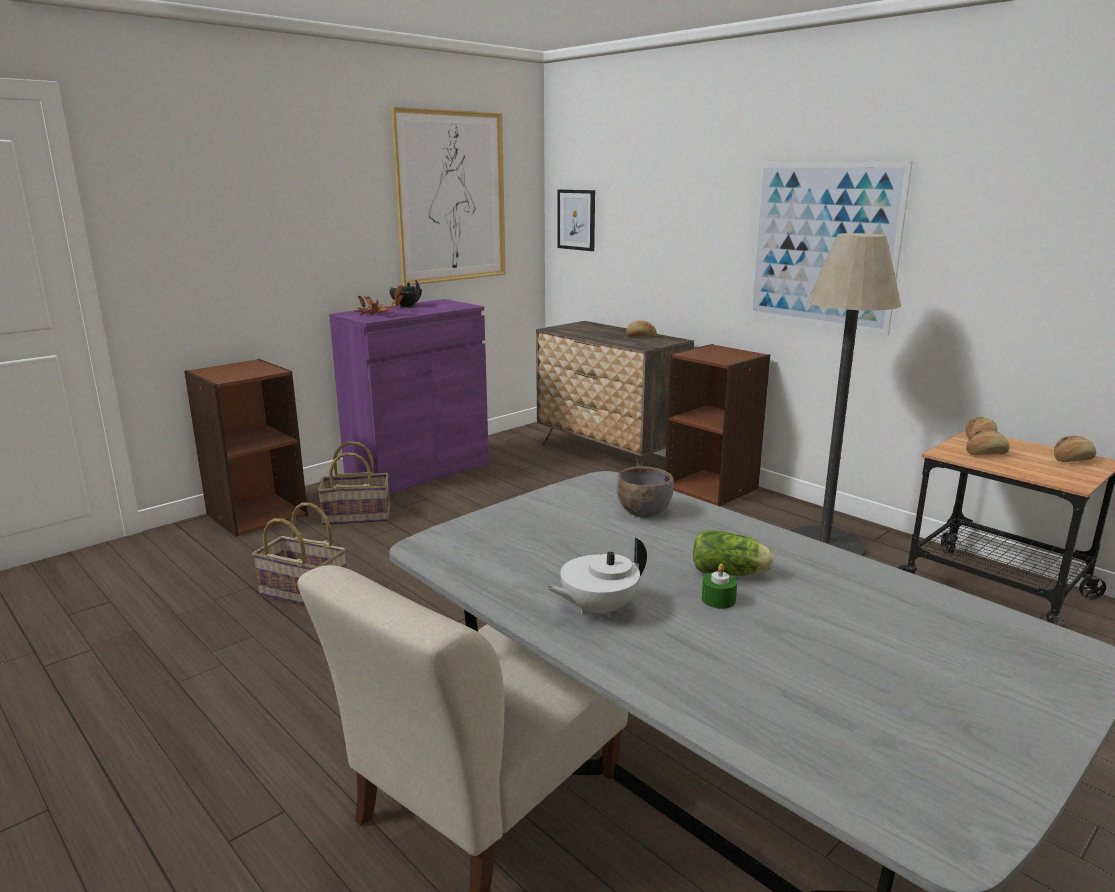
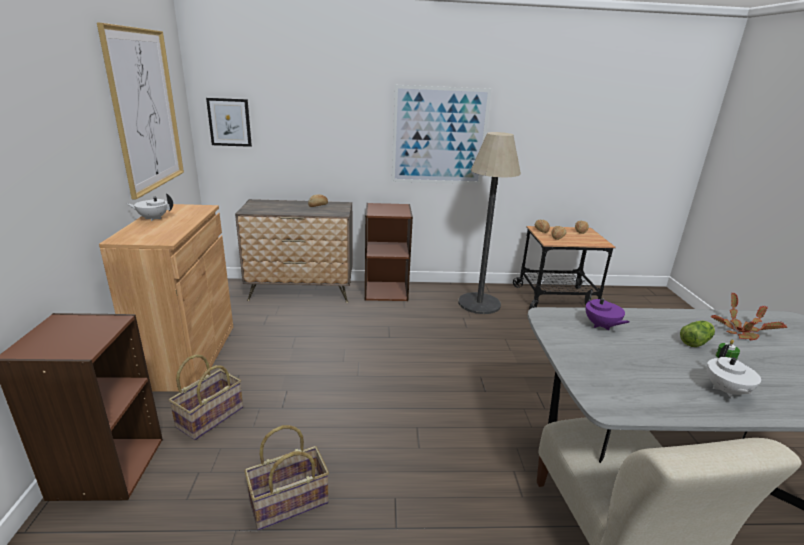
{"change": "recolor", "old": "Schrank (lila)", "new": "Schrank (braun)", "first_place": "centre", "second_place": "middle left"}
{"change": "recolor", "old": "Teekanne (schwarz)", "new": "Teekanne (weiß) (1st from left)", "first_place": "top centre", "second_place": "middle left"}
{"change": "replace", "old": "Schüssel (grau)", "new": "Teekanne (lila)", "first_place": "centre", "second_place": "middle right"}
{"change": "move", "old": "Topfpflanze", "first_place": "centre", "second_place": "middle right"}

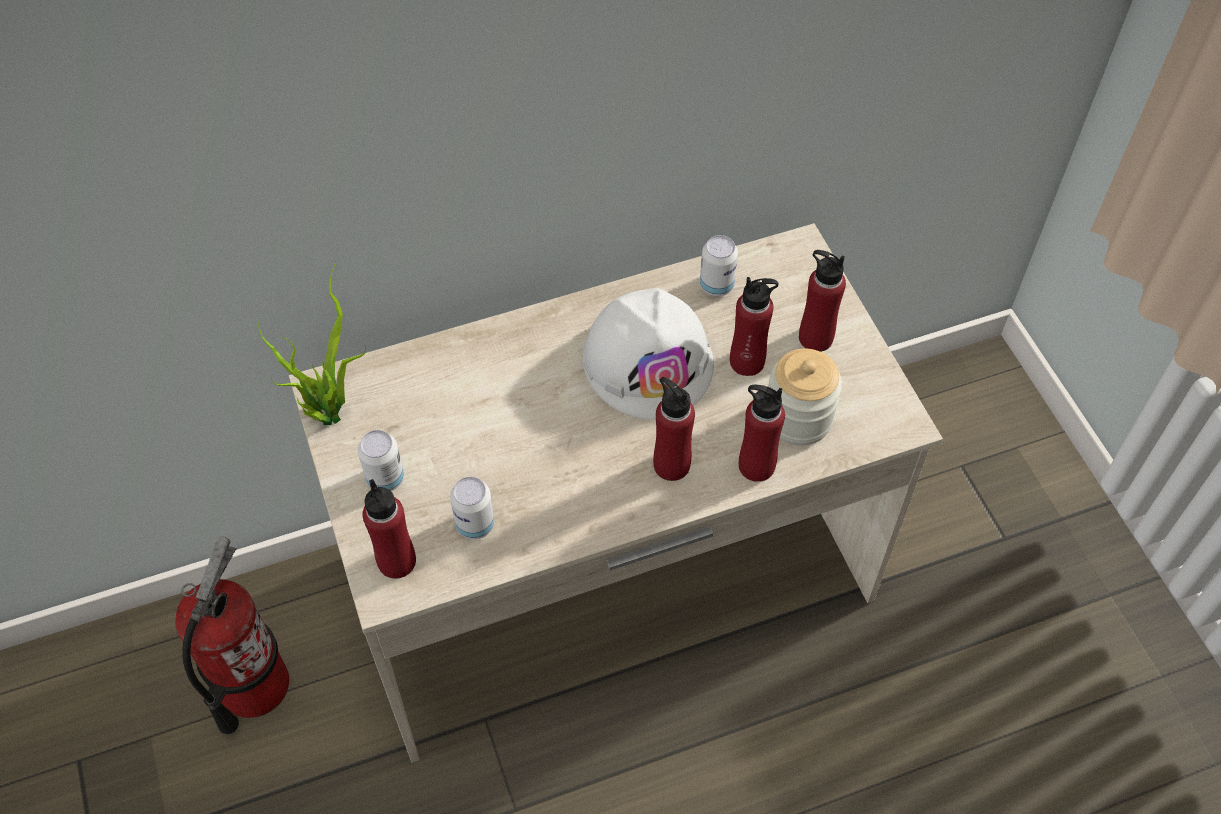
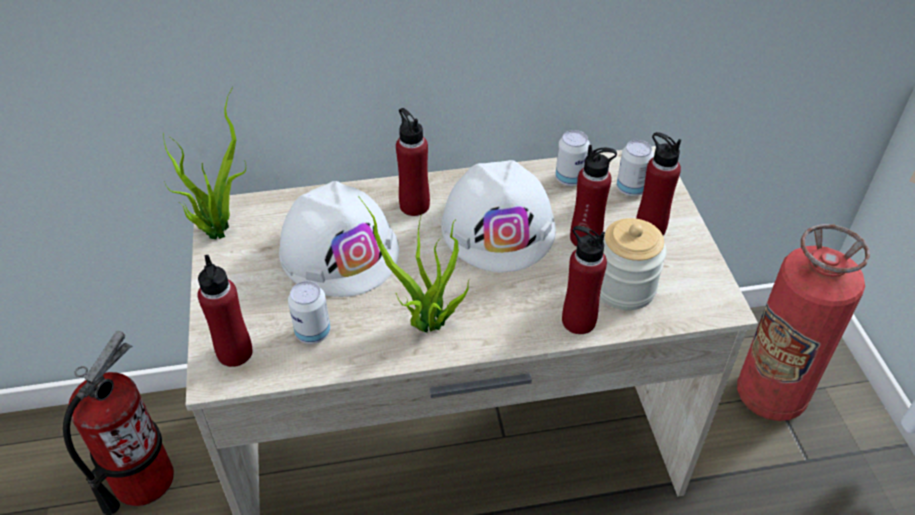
{"change": "insert", "new": "Schutzhelm (weiß) (1st from left)", "second_place": "centre"}
{"change": "insert", "new": "Topfpflanze (2nd from left)", "second_place": "centre"}
{"change": "move", "old": "Flasche (rot) (2nd from left)", "first_place": "centre", "second_place": "top centre"}
{"change": "move", "old": "Dose (1st from left in the first image)", "new": "Dose (3rd from left)", "first_place": "middle left", "second_place": "top right"}
{"change": "insert", "new": "Feuerlöscher (2nd from left)", "second_place": "middle right"}

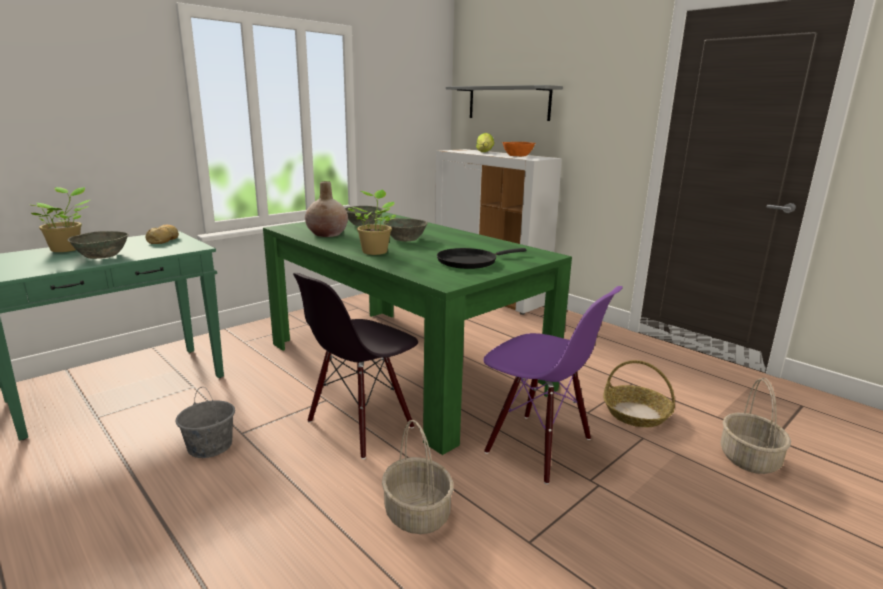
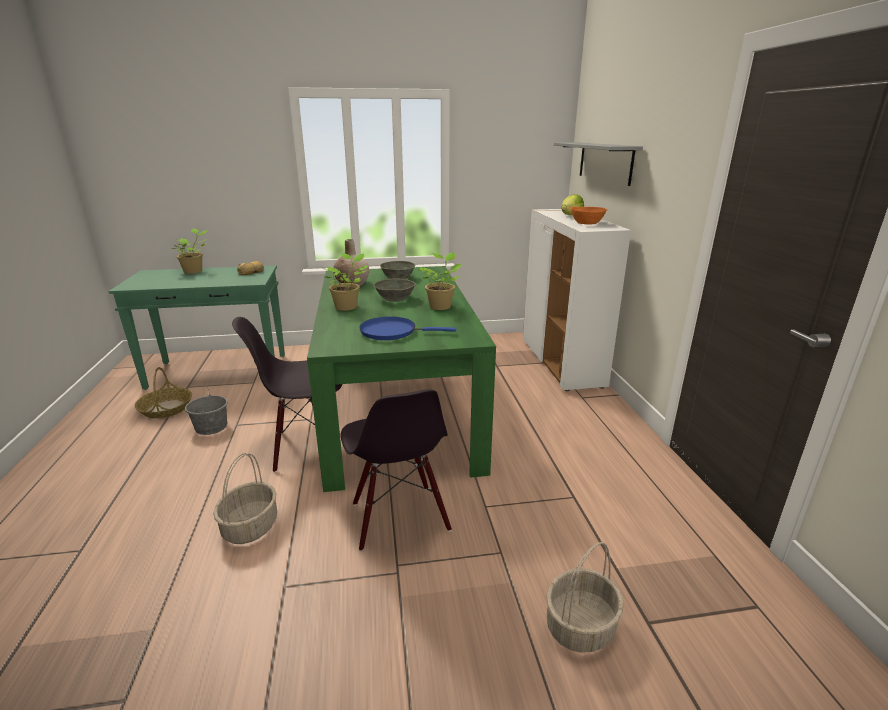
{"change": "move", "old": "Korb (2nd from left in the first image)", "new": "Korb (1st from left)", "first_place": "bottom right", "second_place": "middle left"}
{"change": "recolor", "old": "Stuhl (lila)", "new": "Stuhl (schwarz) (2nd from left)", "first_place": "centre", "second_place": "centre"}
{"change": "recolor", "old": "Pfanne (schwarz)", "new": "Pfanne (blau)", "first_place": "centre", "second_place": "centre"}
{"change": "insert", "new": "Topfpflanze (3rd from left)", "second_place": "centre"}
{"change": "delete", "old": "Schüssel (grau) (1st from left)", "first_place": "middle left"}

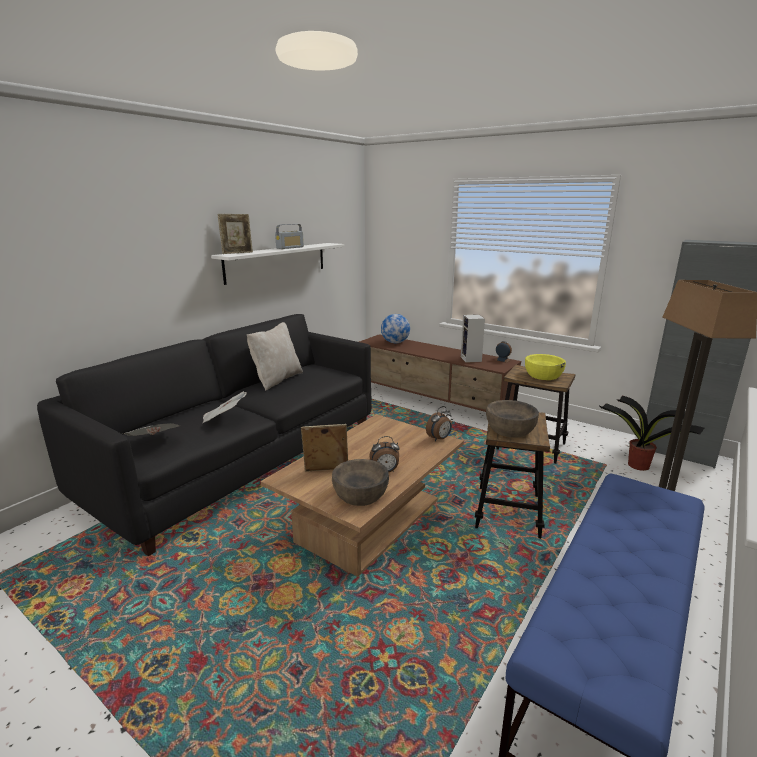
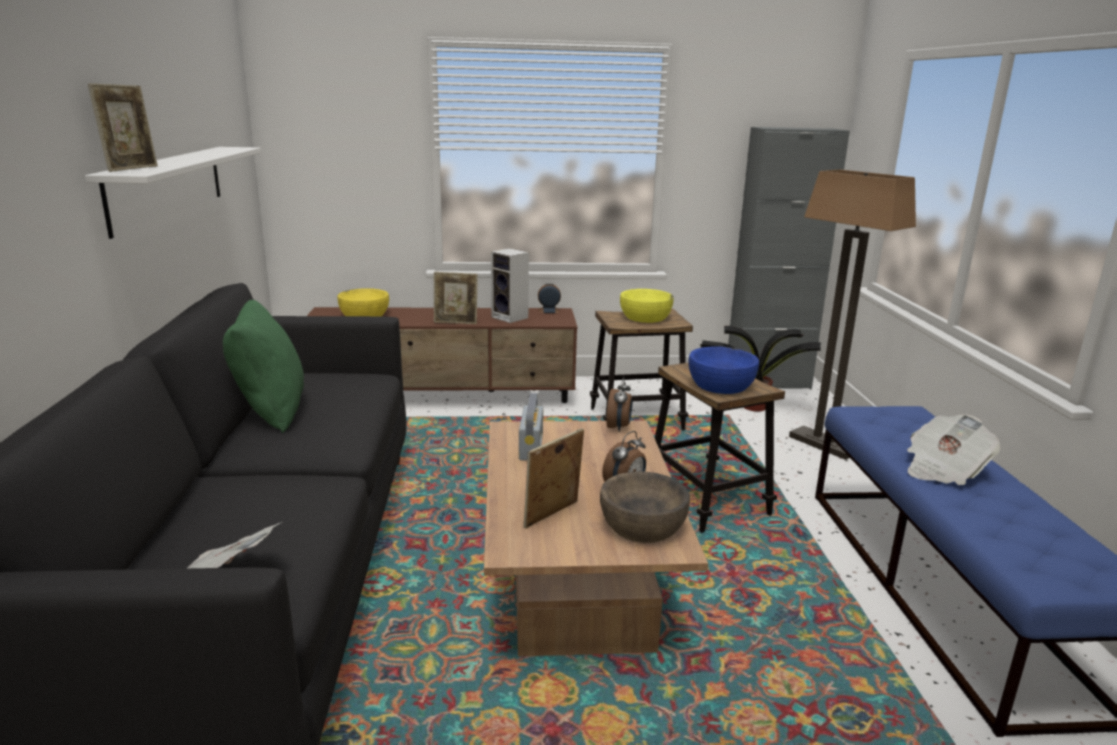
{"change": "recolor", "old": "Kissen (beige)", "new": "Kissen (grün)", "first_place": "centre", "second_place": "middle left"}
{"change": "replace", "old": "Globus", "new": "Schüssel (gelb) (1st from left)", "first_place": "centre", "second_place": "middle left"}
{"change": "insert", "new": "Bilderrahmen (2nd from left)", "second_place": "centre"}
{"change": "move", "old": "Radio", "first_place": "top centre", "second_place": "centre"}
{"change": "recolor", "old": "Schüssel (braun) (2nd from left)", "new": "Schüssel (blau)", "first_place": "middle right", "second_place": "centre"}
{"change": "move", "old": "Zeitung (2nd from left)", "first_place": "middle left", "second_place": "middle right"}

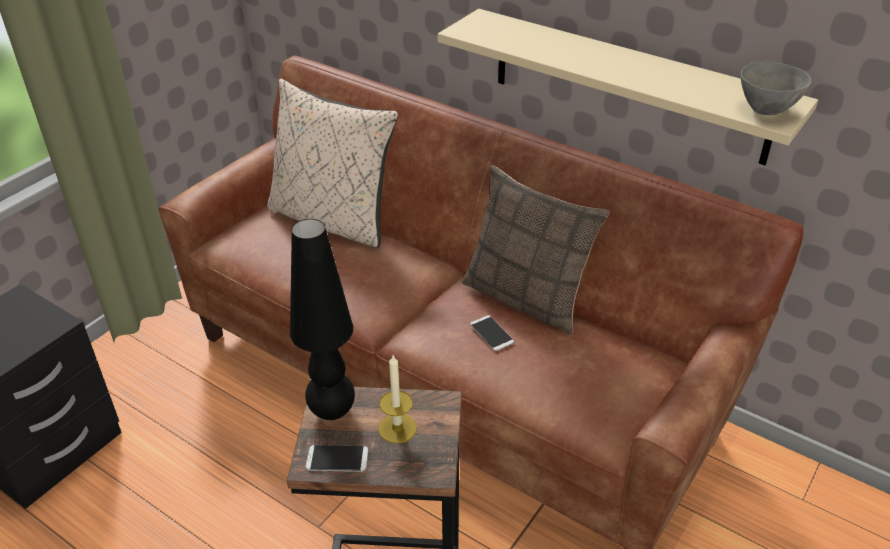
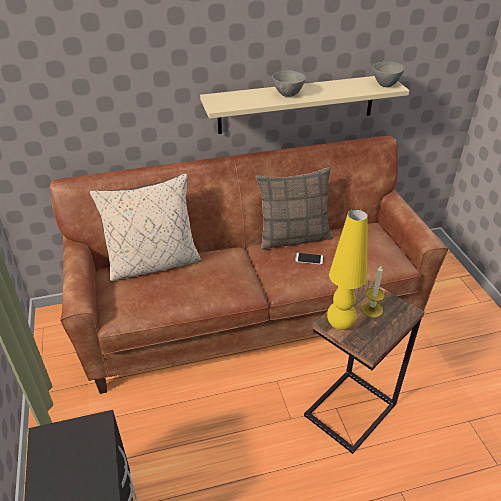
{"change": "insert", "new": "Schüssel (grau) (1st from left)", "second_place": "top centre"}
{"change": "recolor", "old": "Tischlampe (schwarz)", "new": "Tischlampe (gelb)", "first_place": "centre", "second_place": "middle right"}
{"change": "delete", "old": "Handy (1st from left)", "first_place": "bottom centre"}

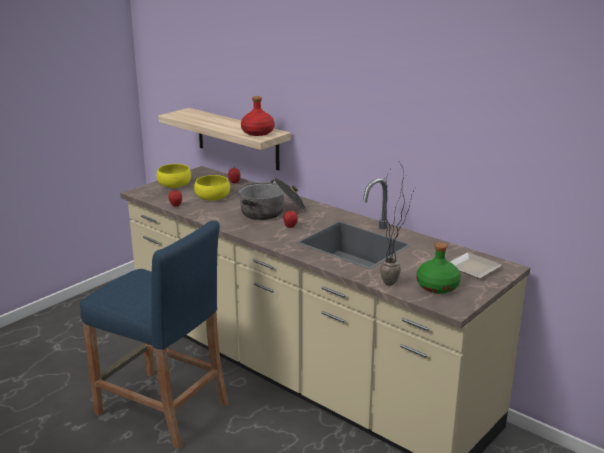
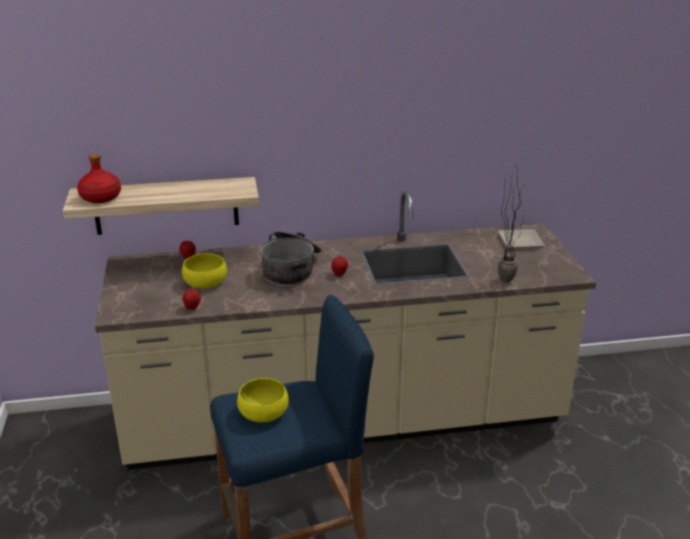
{"change": "move", "old": "Flasche (rot)", "first_place": "top centre", "second_place": "top left"}
{"change": "move", "old": "Schüssel (gelb) (1st from left in the first image)", "new": "Schüssel (gelb) (2nd from left)", "first_place": "middle left", "second_place": "bottom centre"}
{"change": "delete", "old": "Flasche (grün)", "first_place": "middle right"}

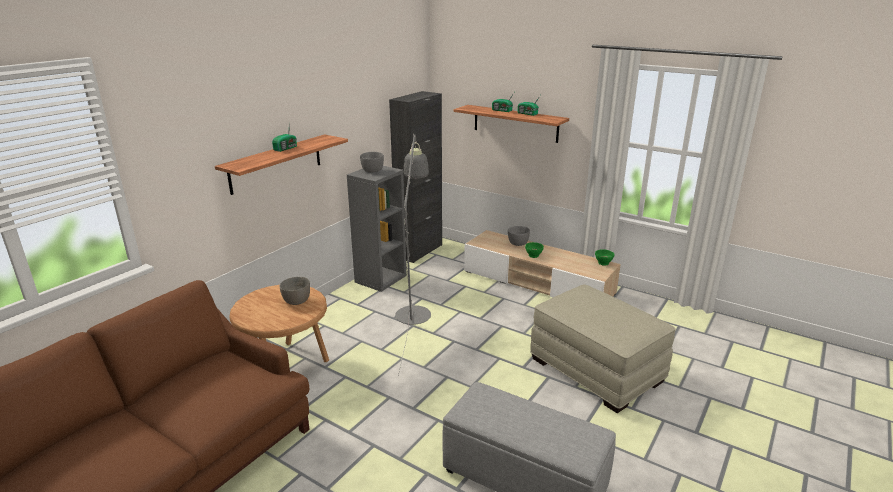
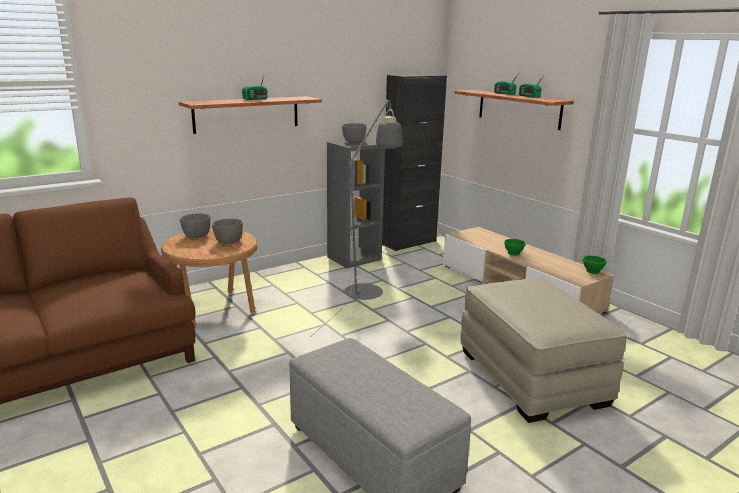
{"change": "move", "old": "Schüssel (grau) (3rd from left in the first image)", "new": "Schüssel (grau) (1st from left)", "first_place": "centre", "second_place": "middle left"}

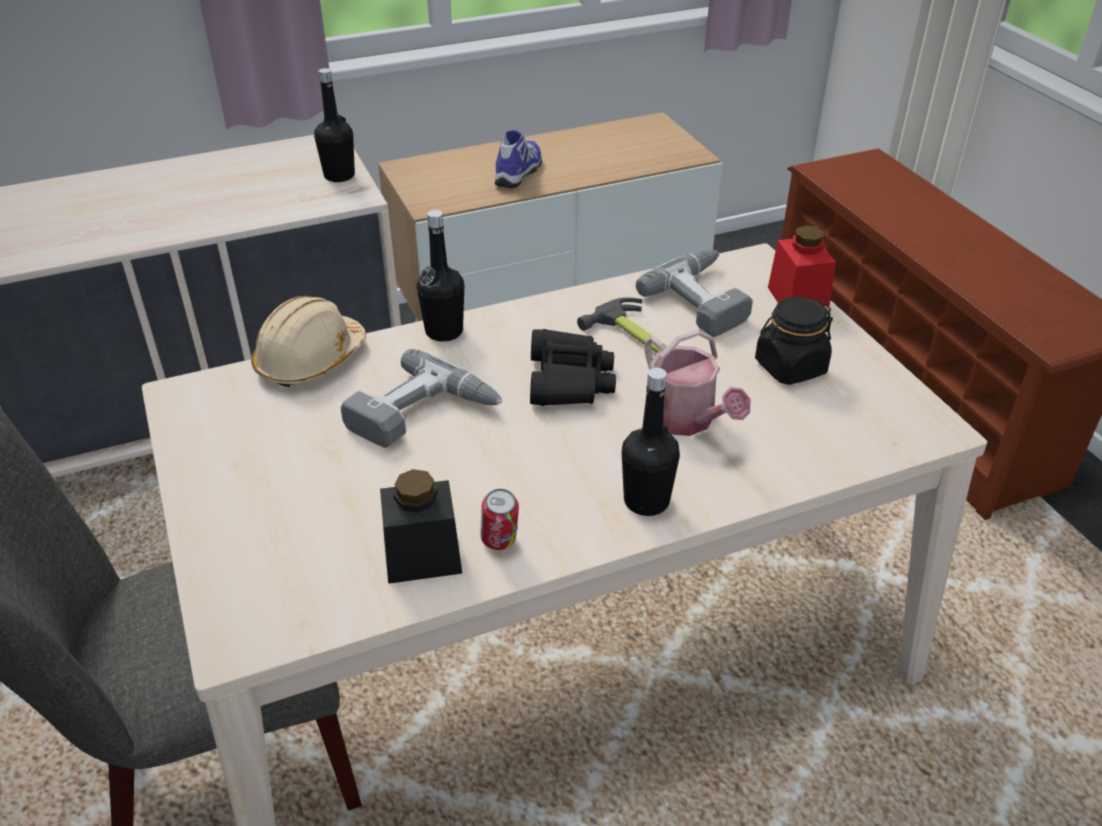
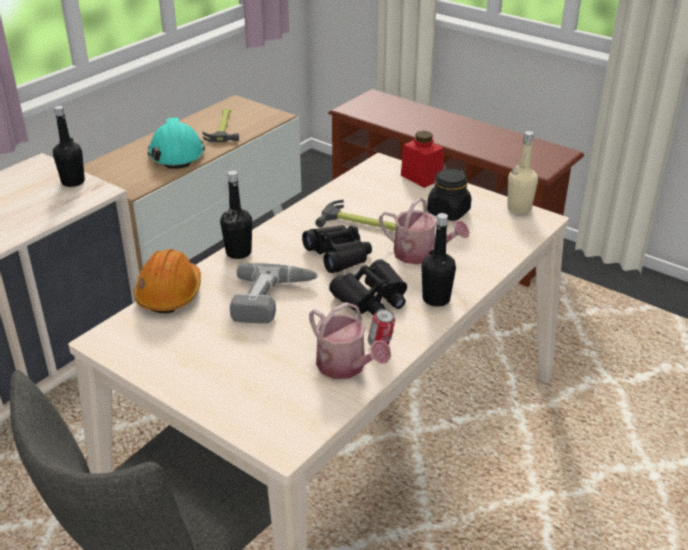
{"change": "recolor", "old": "Schutzhelm (beige)", "new": "Schutzhelm (orange)", "first_place": "middle left", "second_place": "middle left"}
{"change": "replace", "old": "Schuh", "new": "Schutzhelm (türkis)", "first_place": "top centre", "second_place": "top left"}
{"change": "insert", "new": "Hammer (1st from left)", "second_place": "top left"}
{"change": "replace", "old": "Vorratsglas (schwarz) (1st from left)", "new": "Gießkanne (1st from left)", "first_place": "centre", "second_place": "centre"}
{"change": "insert", "new": "Fernglas (schwarz) (2nd from left)", "second_place": "centre"}
{"change": "insert", "new": "Flasche (beige)", "second_place": "top right"}
{"change": "delete", "old": "Bohrmaschine (2nd from left)", "first_place": "centre"}

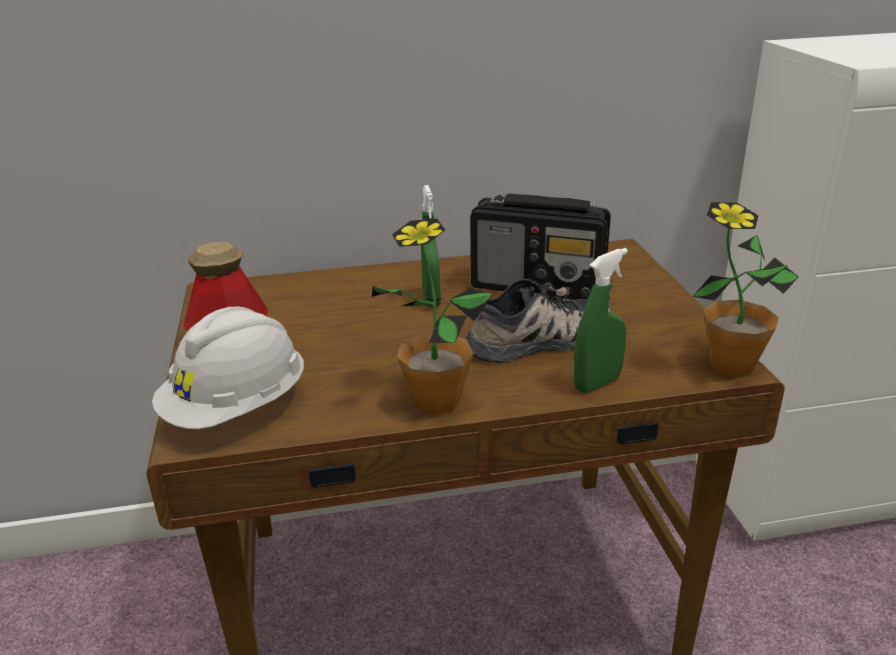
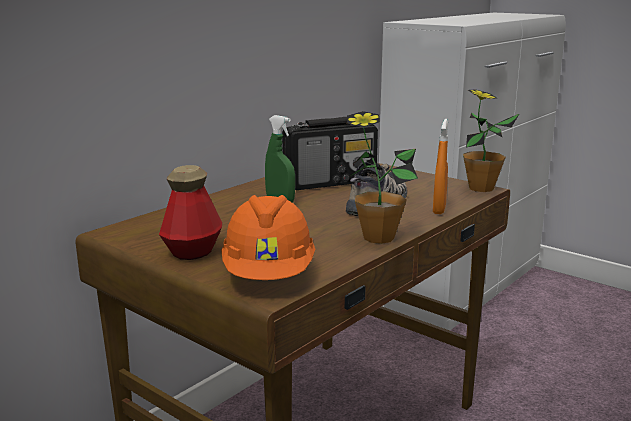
{"change": "recolor", "old": "Schutzhelm (weiß)", "new": "Schutzhelm (orange)", "first_place": "middle left", "second_place": "centre"}
{"change": "recolor", "old": "Sprühflasche (grün) (2nd from left)", "new": "Sprühflasche (orange)", "first_place": "middle right", "second_place": "middle right"}

